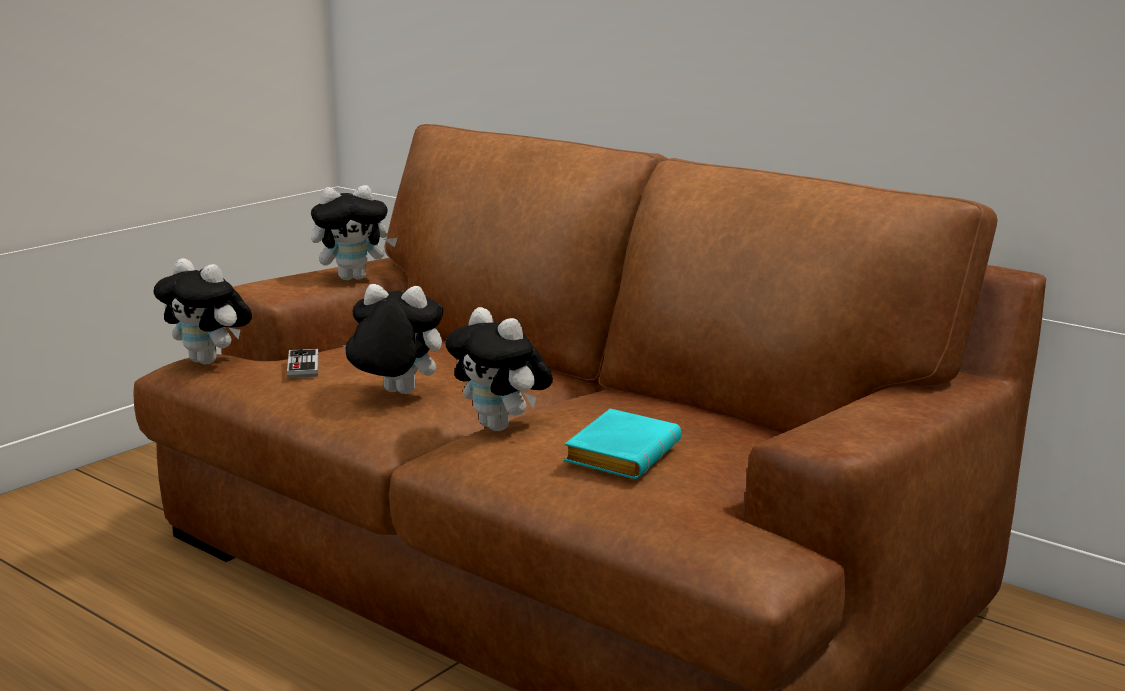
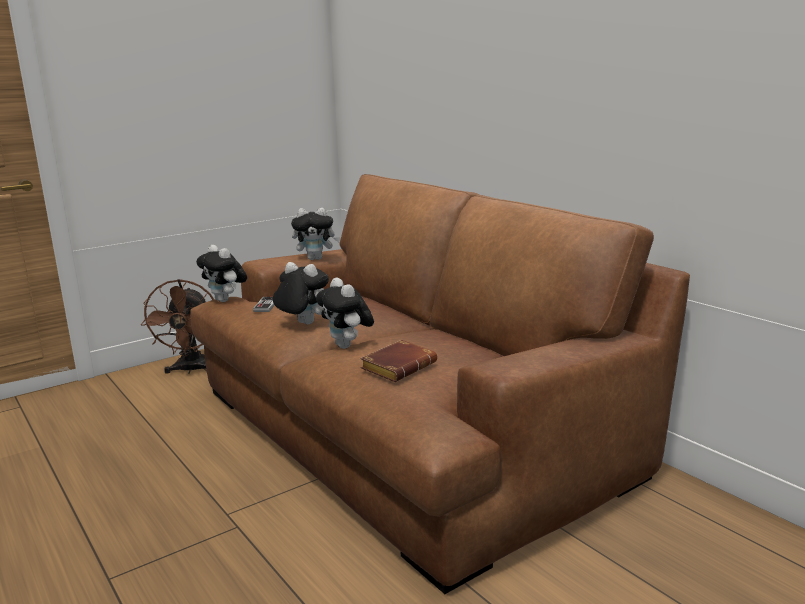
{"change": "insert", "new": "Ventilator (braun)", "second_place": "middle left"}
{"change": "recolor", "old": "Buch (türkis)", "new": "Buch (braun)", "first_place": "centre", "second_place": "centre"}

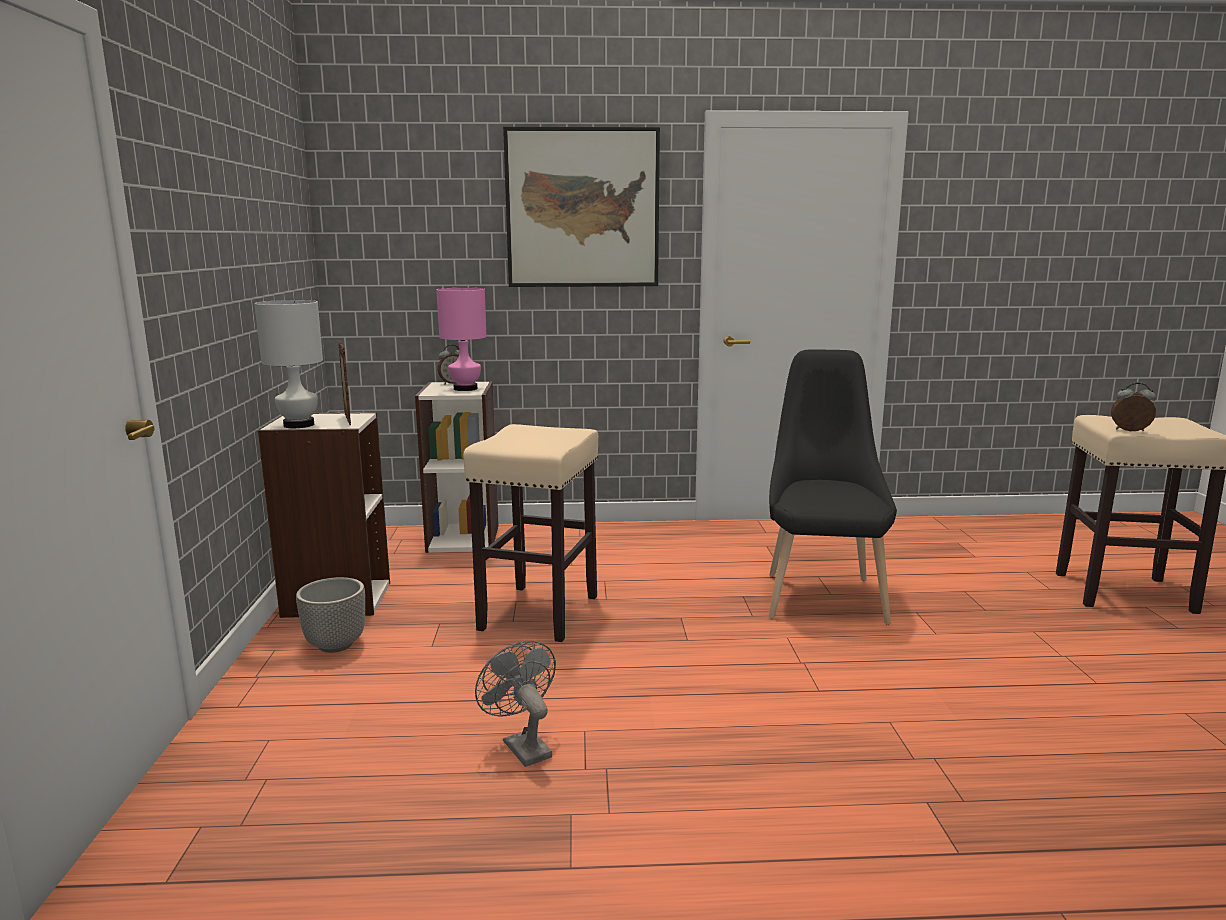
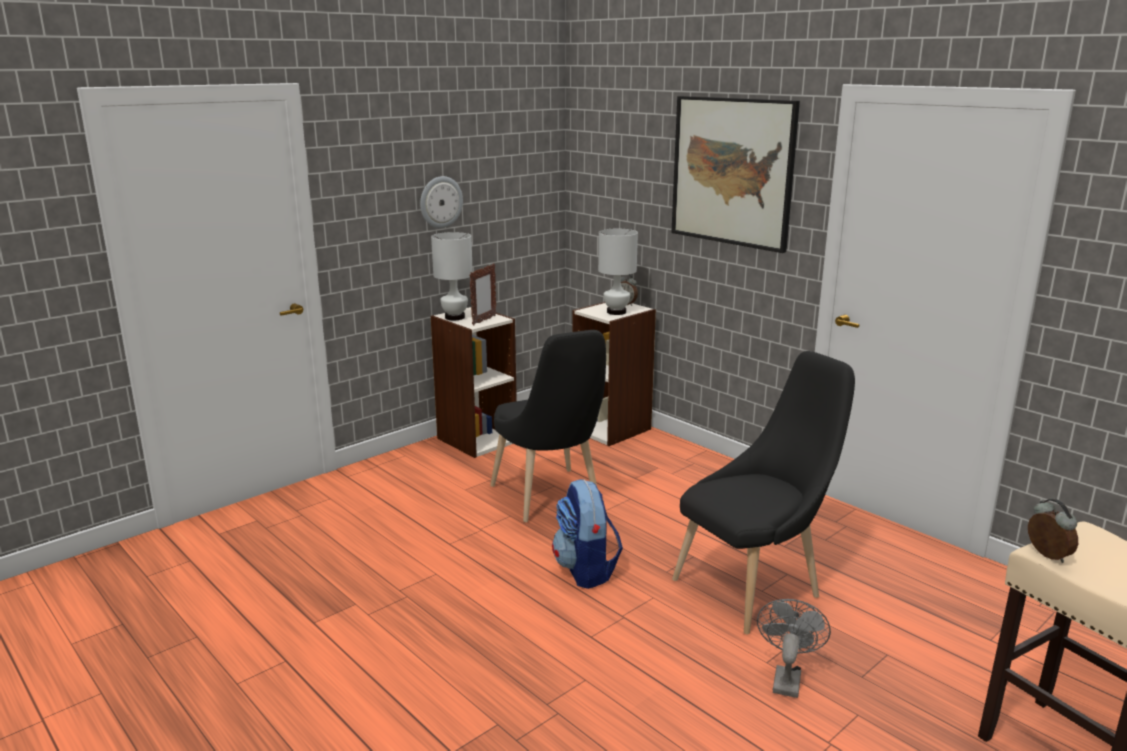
{"change": "insert", "new": "Wanduhr", "second_place": "top centre"}
{"change": "replace", "old": "Hocker (beige) (1st from left)", "new": "Stuhl (schwarz) (1st from left)", "first_place": "centre", "second_place": "centre"}
{"change": "insert", "new": "Rucksack", "second_place": "bottom centre"}
{"change": "recolor", "old": "Tischlampe (rosa)", "new": "Tischlampe (weiß) (2nd from left)", "first_place": "centre", "second_place": "centre"}
{"change": "move", "old": "Ventilator (grau)", "first_place": "bottom centre", "second_place": "bottom right"}
{"change": "delete", "old": "Pflanzkübel", "first_place": "bottom left"}

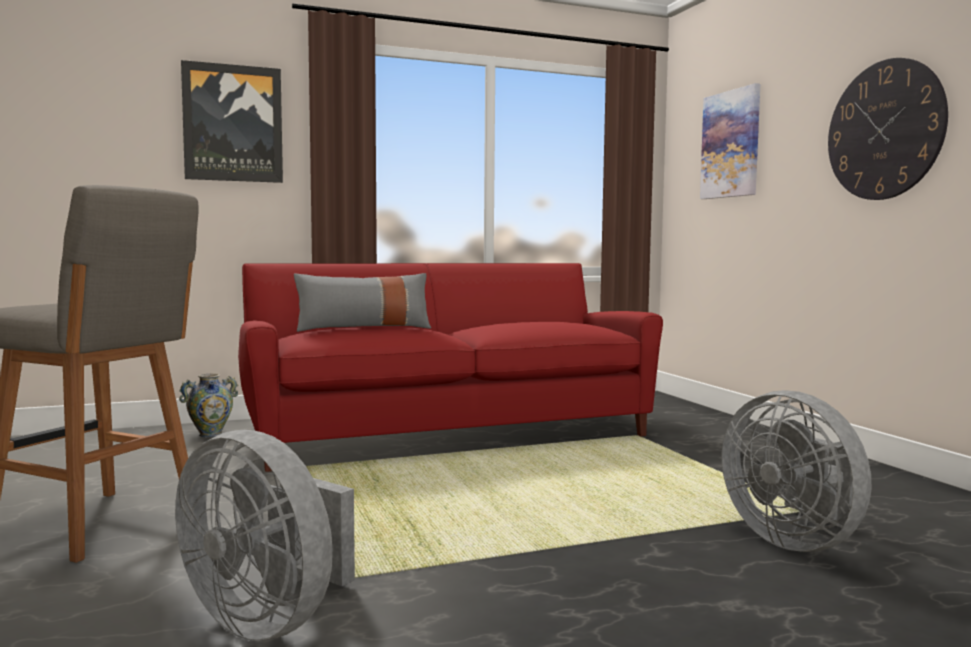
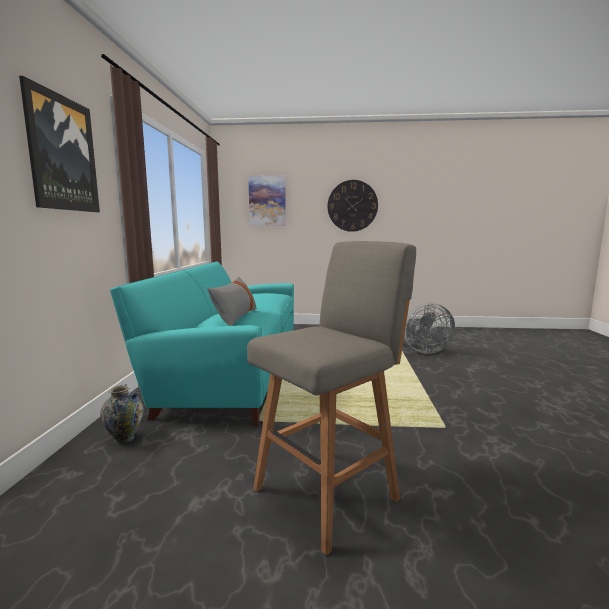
{"change": "recolor", "old": "Sofa (rot)", "new": "Sofa (türkis)", "first_place": "centre", "second_place": "middle left"}
{"change": "delete", "old": "Ventilator (grau) (1st from left)", "first_place": "bottom left"}

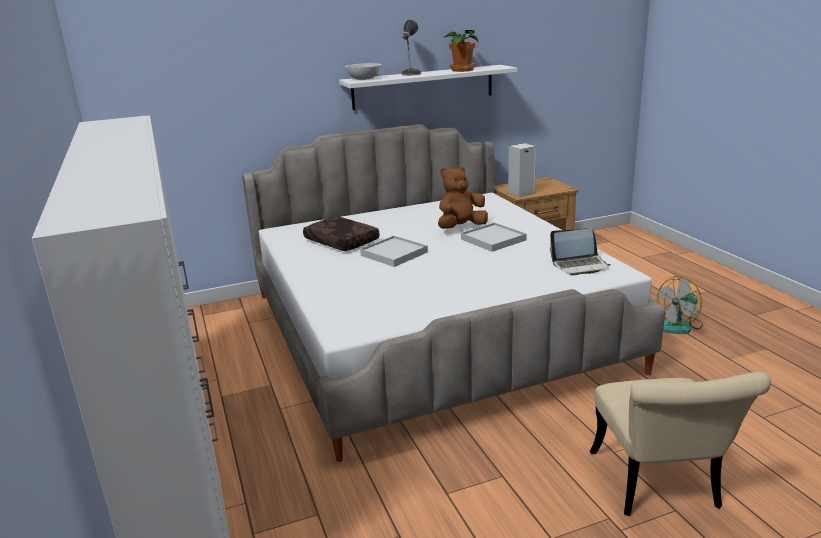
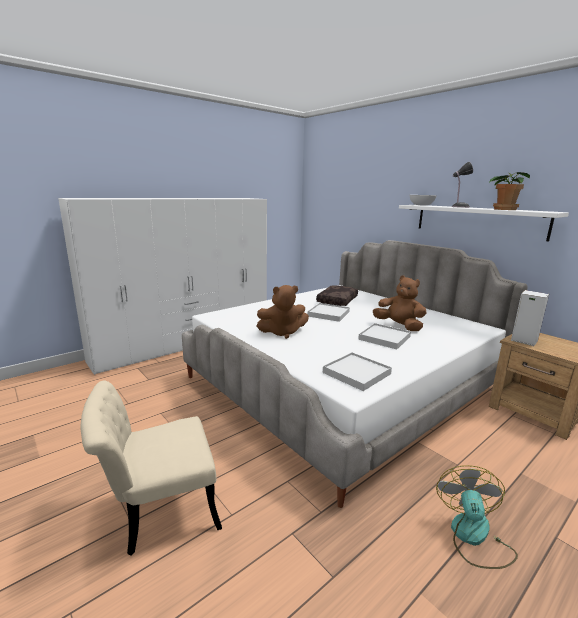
{"change": "insert", "new": "Plüschtier (braun) (1st from left)", "second_place": "centre"}
{"change": "replace", "old": "Laptop", "new": "Tablett (weiß) (2nd from left)", "first_place": "middle right", "second_place": "centre"}
{"change": "rotate", "old": "Ventilator", "first_place": "middle right", "second_place": "bottom right", "degrees": 60}

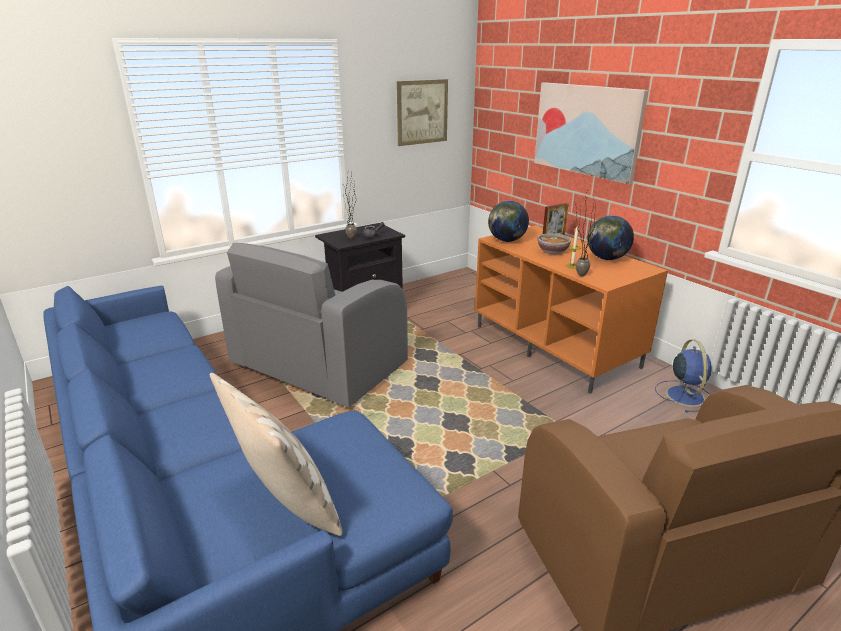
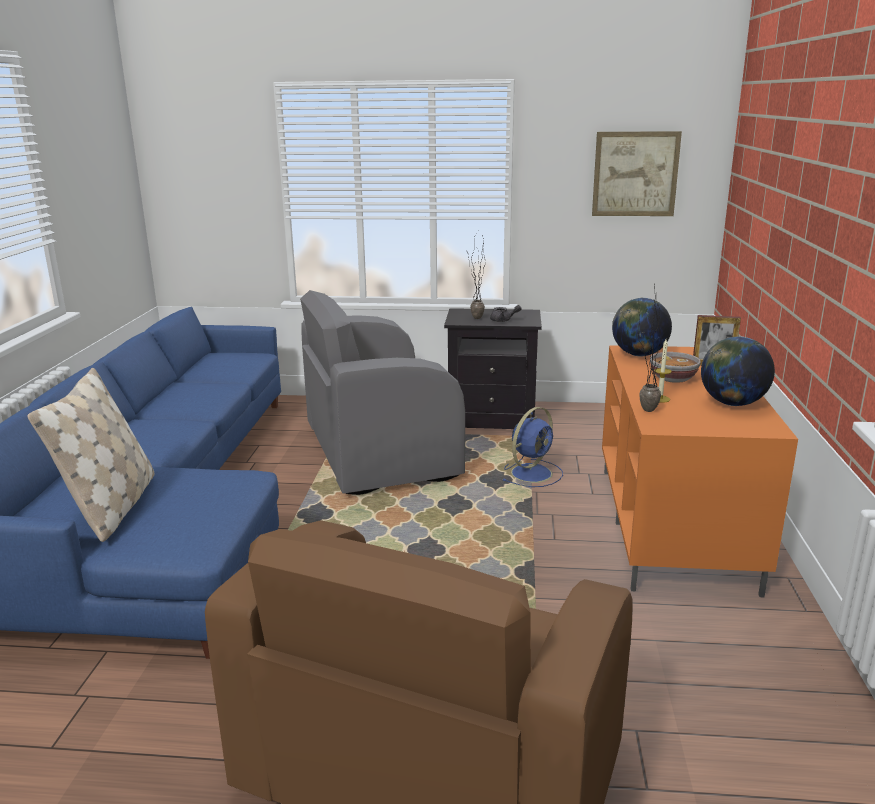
{"change": "move", "old": "Ventilator (blau)", "first_place": "middle right", "second_place": "centre"}
{"change": "delete", "old": "Bild (2nd from left)", "first_place": "top right"}

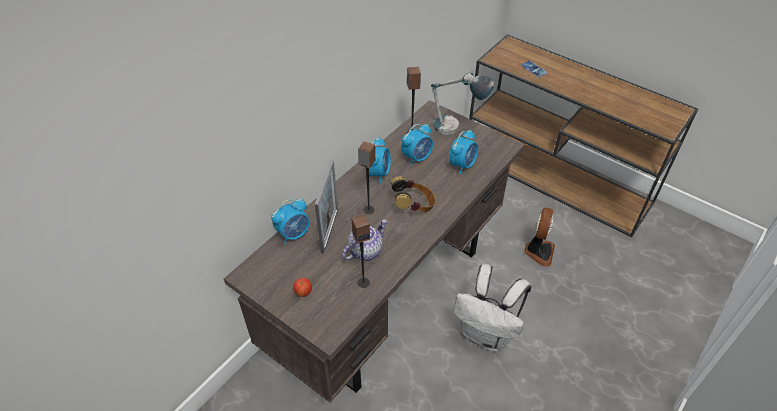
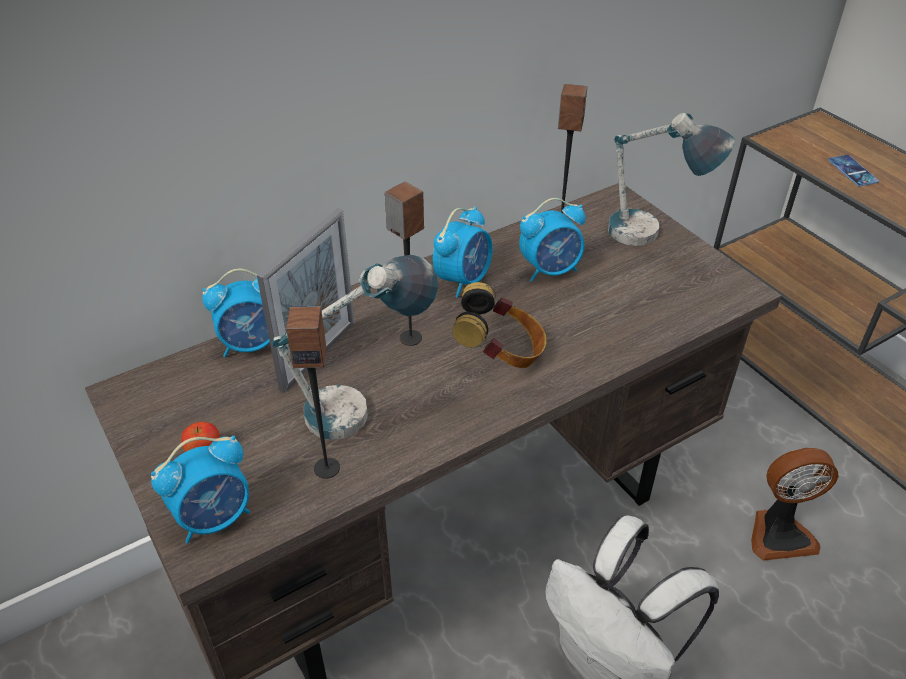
{"change": "move", "old": "Wecker (4th from left in the first image)", "new": "Wecker (1st from left)", "first_place": "centre", "second_place": "bottom left"}
{"change": "replace", "old": "Teekanne", "new": "Tischlampe (1st from left)", "first_place": "centre", "second_place": "centre"}
{"change": "rotate", "old": "Ventilator", "first_place": "middle right", "second_place": "bottom right", "degrees": 45}

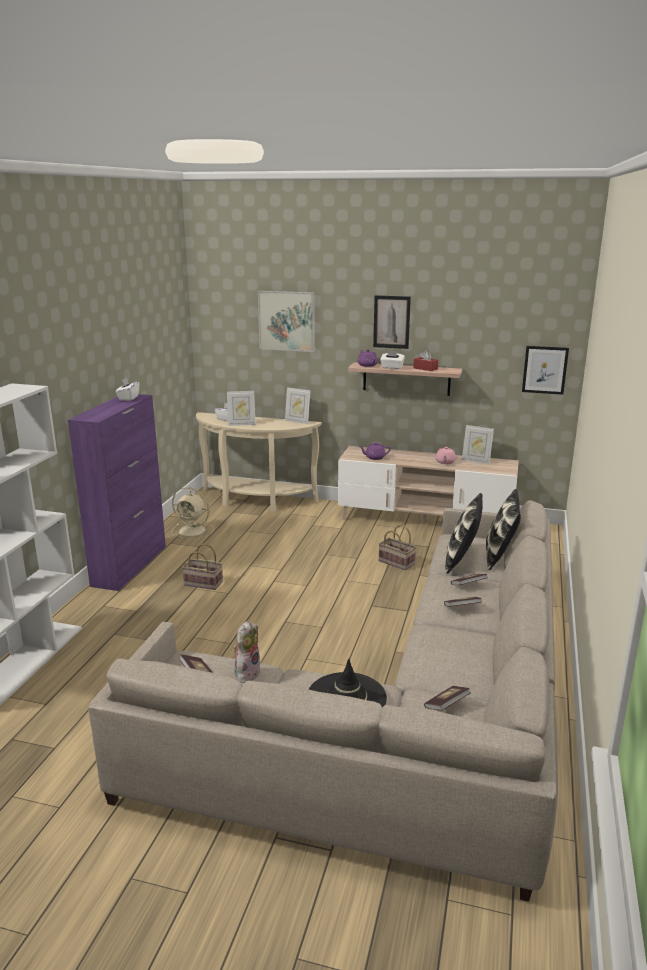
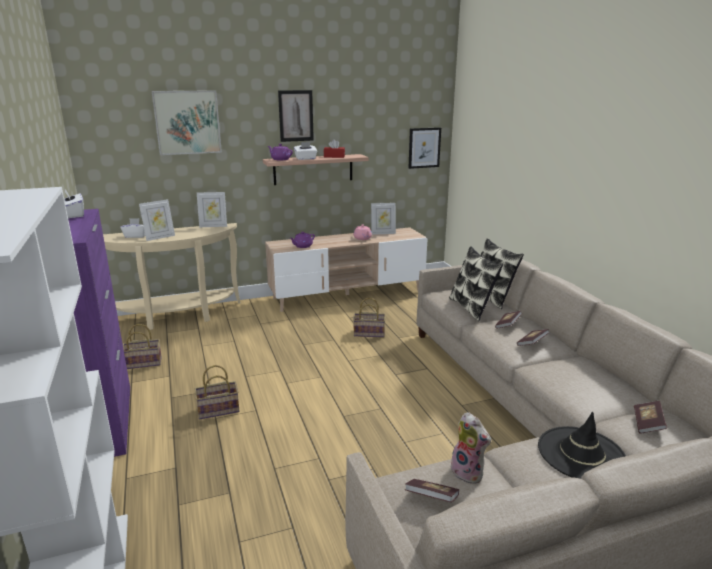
{"change": "replace", "old": "Ventilator (beige)", "new": "Korb (1st from left)", "first_place": "middle left", "second_place": "middle left"}
{"change": "rotate", "old": "Plüschtier", "first_place": "bottom centre", "second_place": "bottom centre", "degrees": 150}

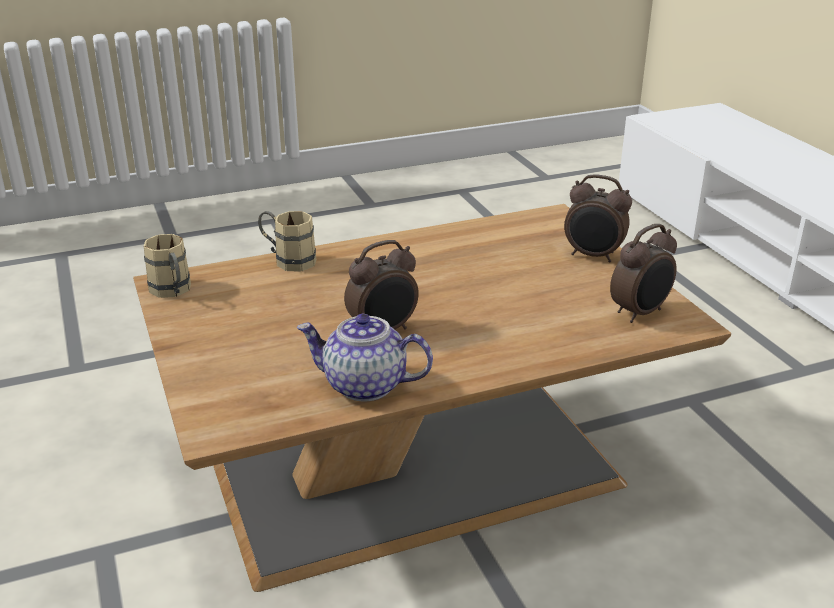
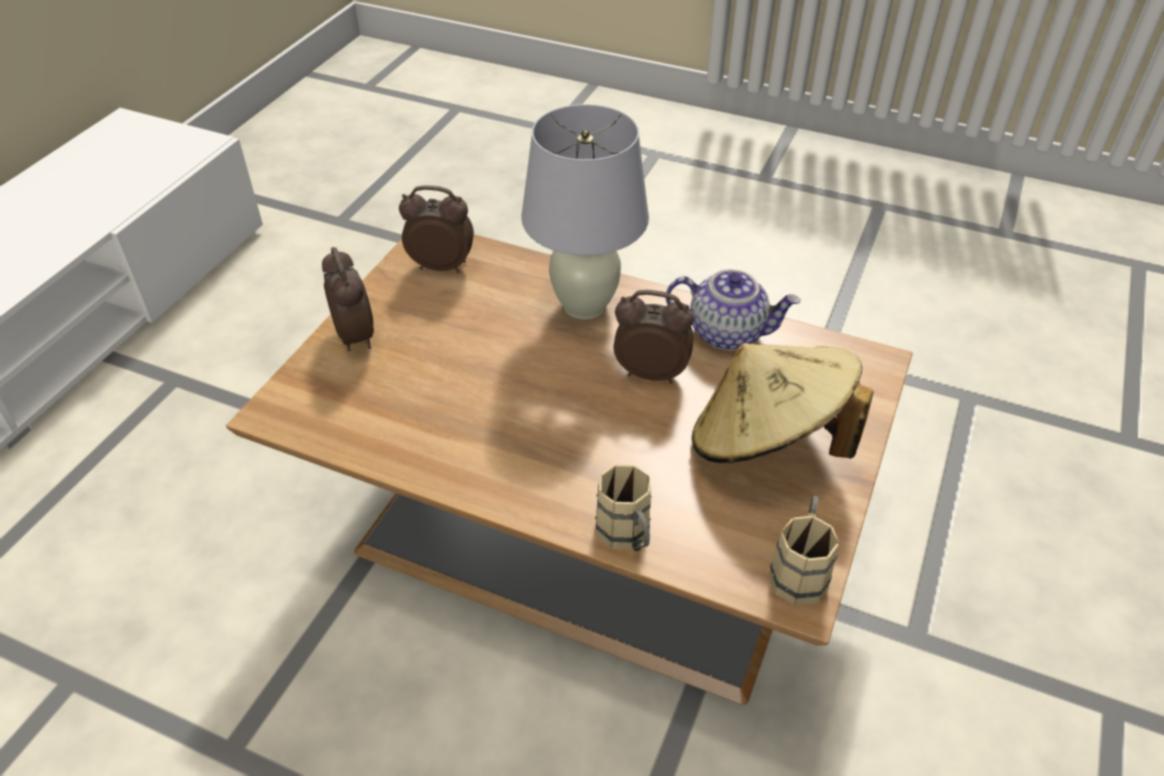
{"change": "insert", "new": "Tischlampe (weiß)", "second_place": "top centre"}
{"change": "rotate", "old": "Teekanne", "first_place": "centre", "second_place": "centre", "degrees": -45}
{"change": "insert", "new": "Hut (beige)", "second_place": "middle right"}

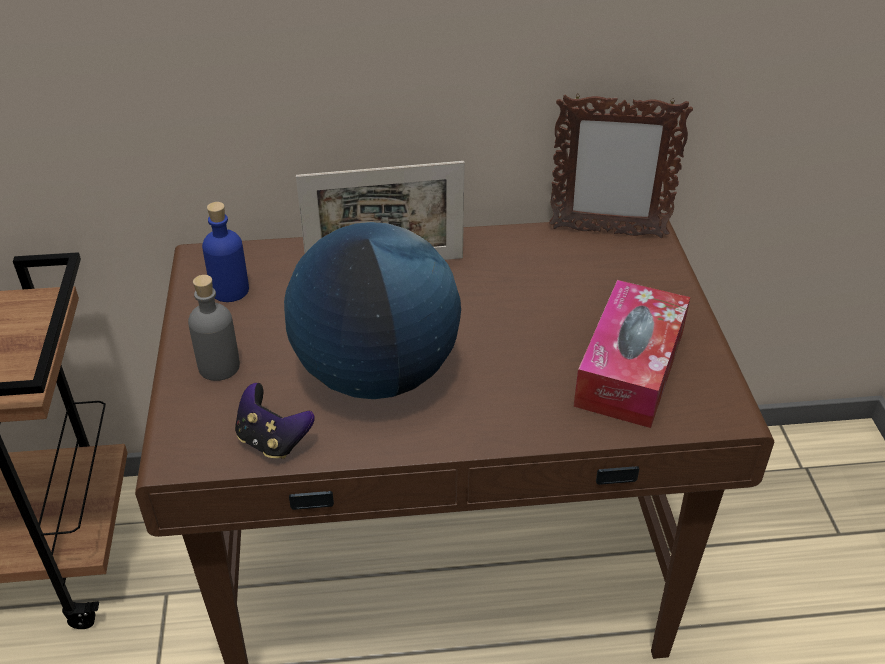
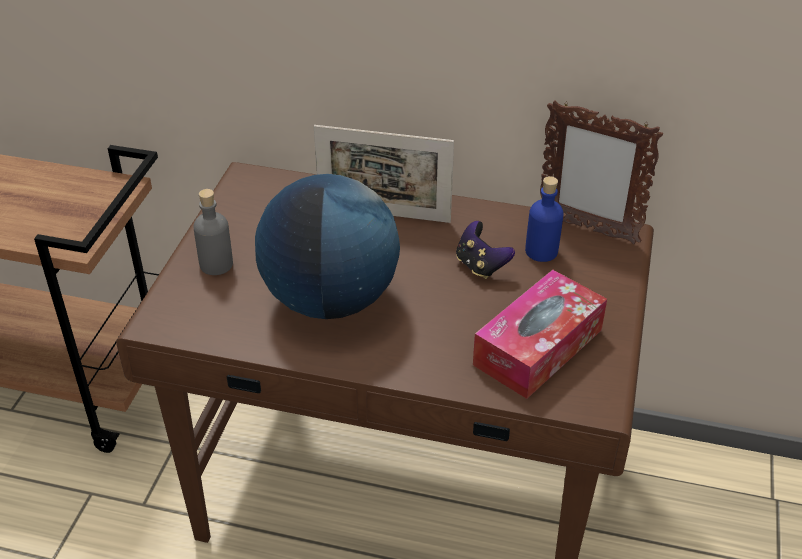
{"change": "move", "old": "Gamepad", "first_place": "middle left", "second_place": "centre"}
{"change": "move", "old": "Flasche (blau)", "first_place": "middle left", "second_place": "middle right"}

